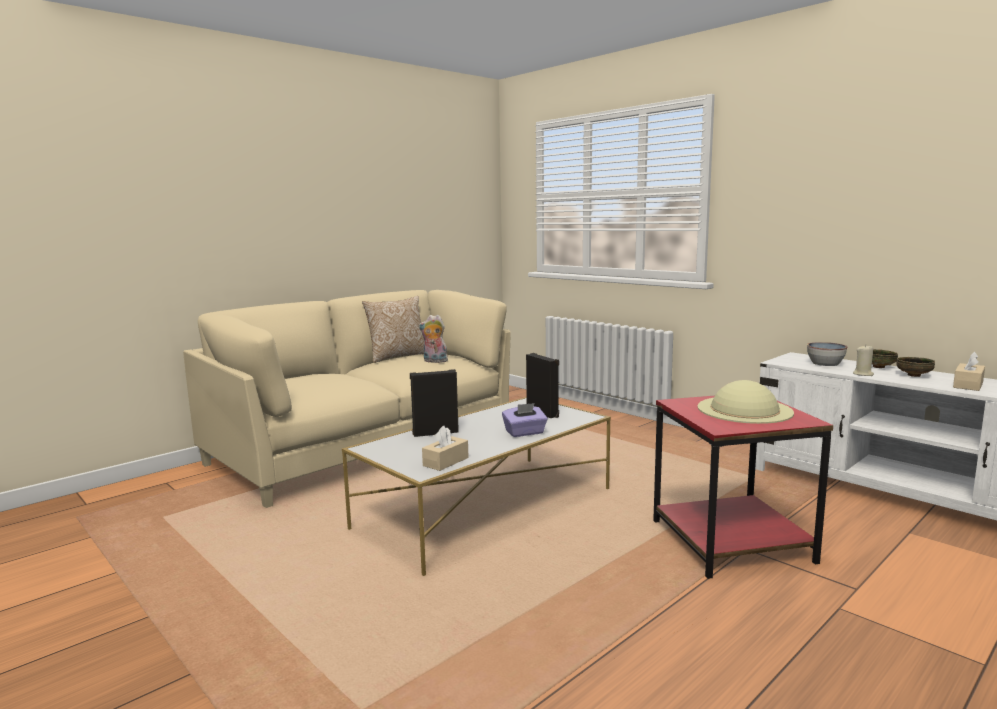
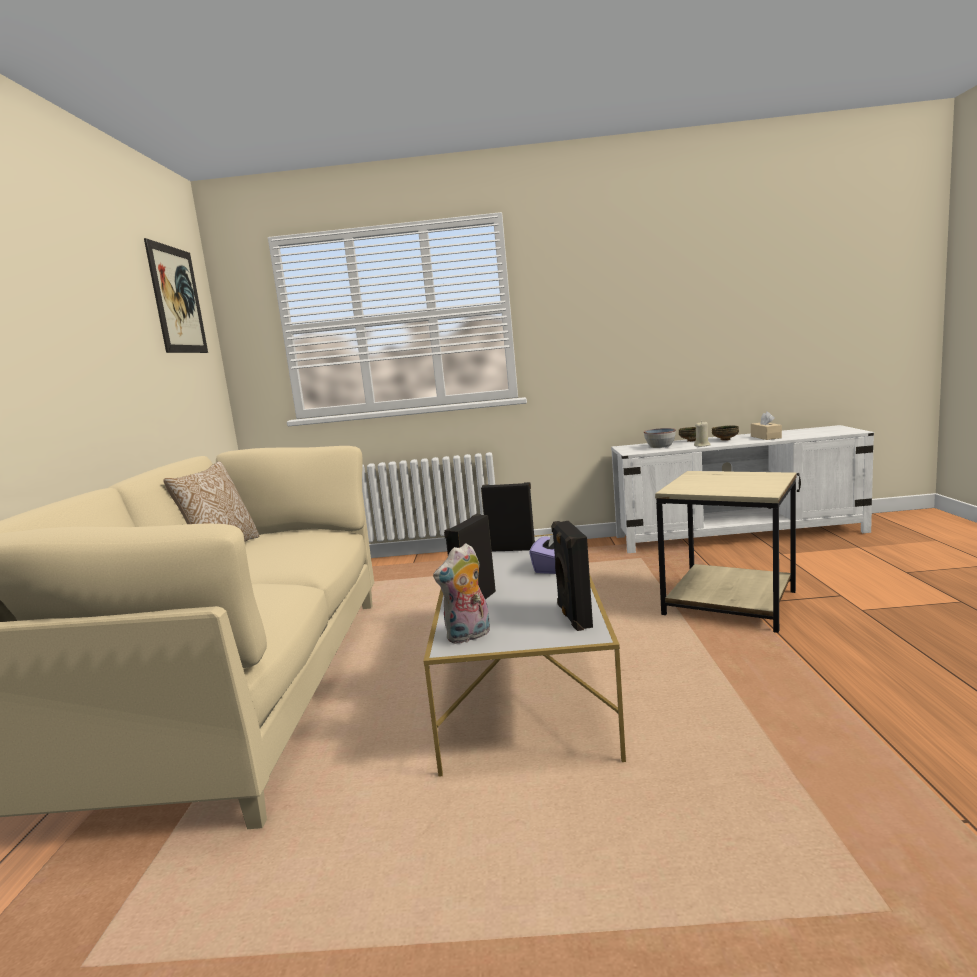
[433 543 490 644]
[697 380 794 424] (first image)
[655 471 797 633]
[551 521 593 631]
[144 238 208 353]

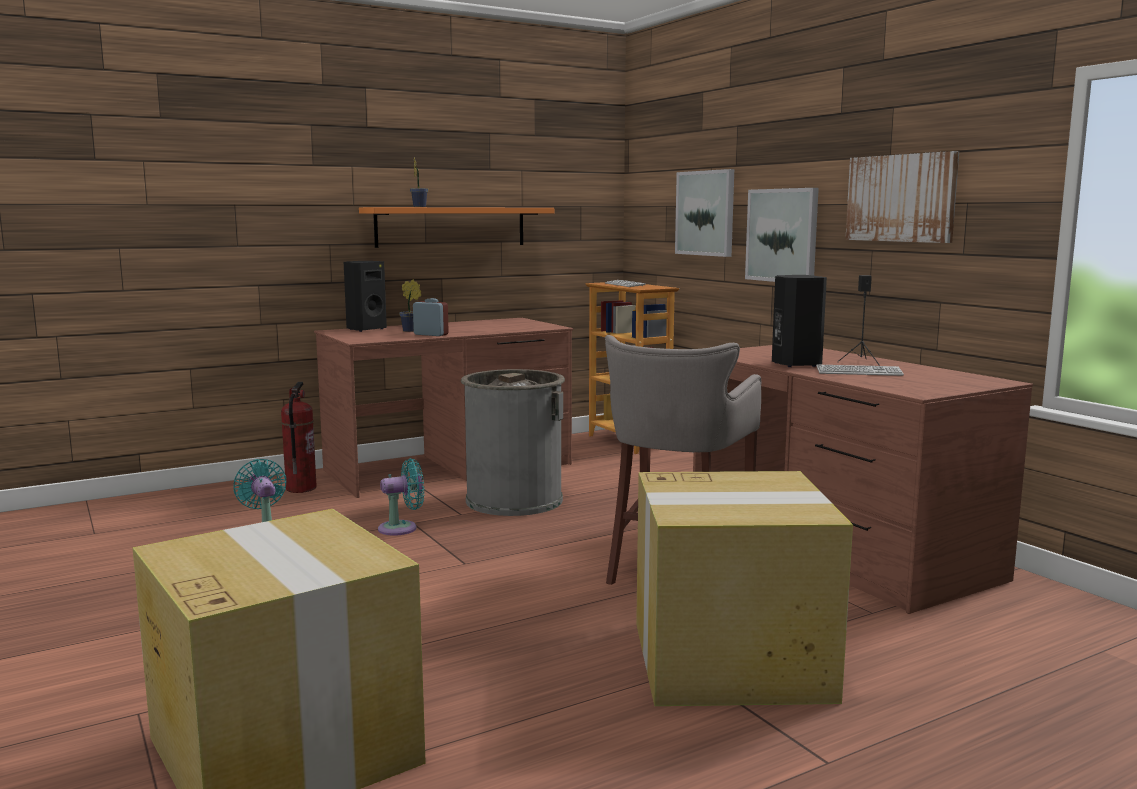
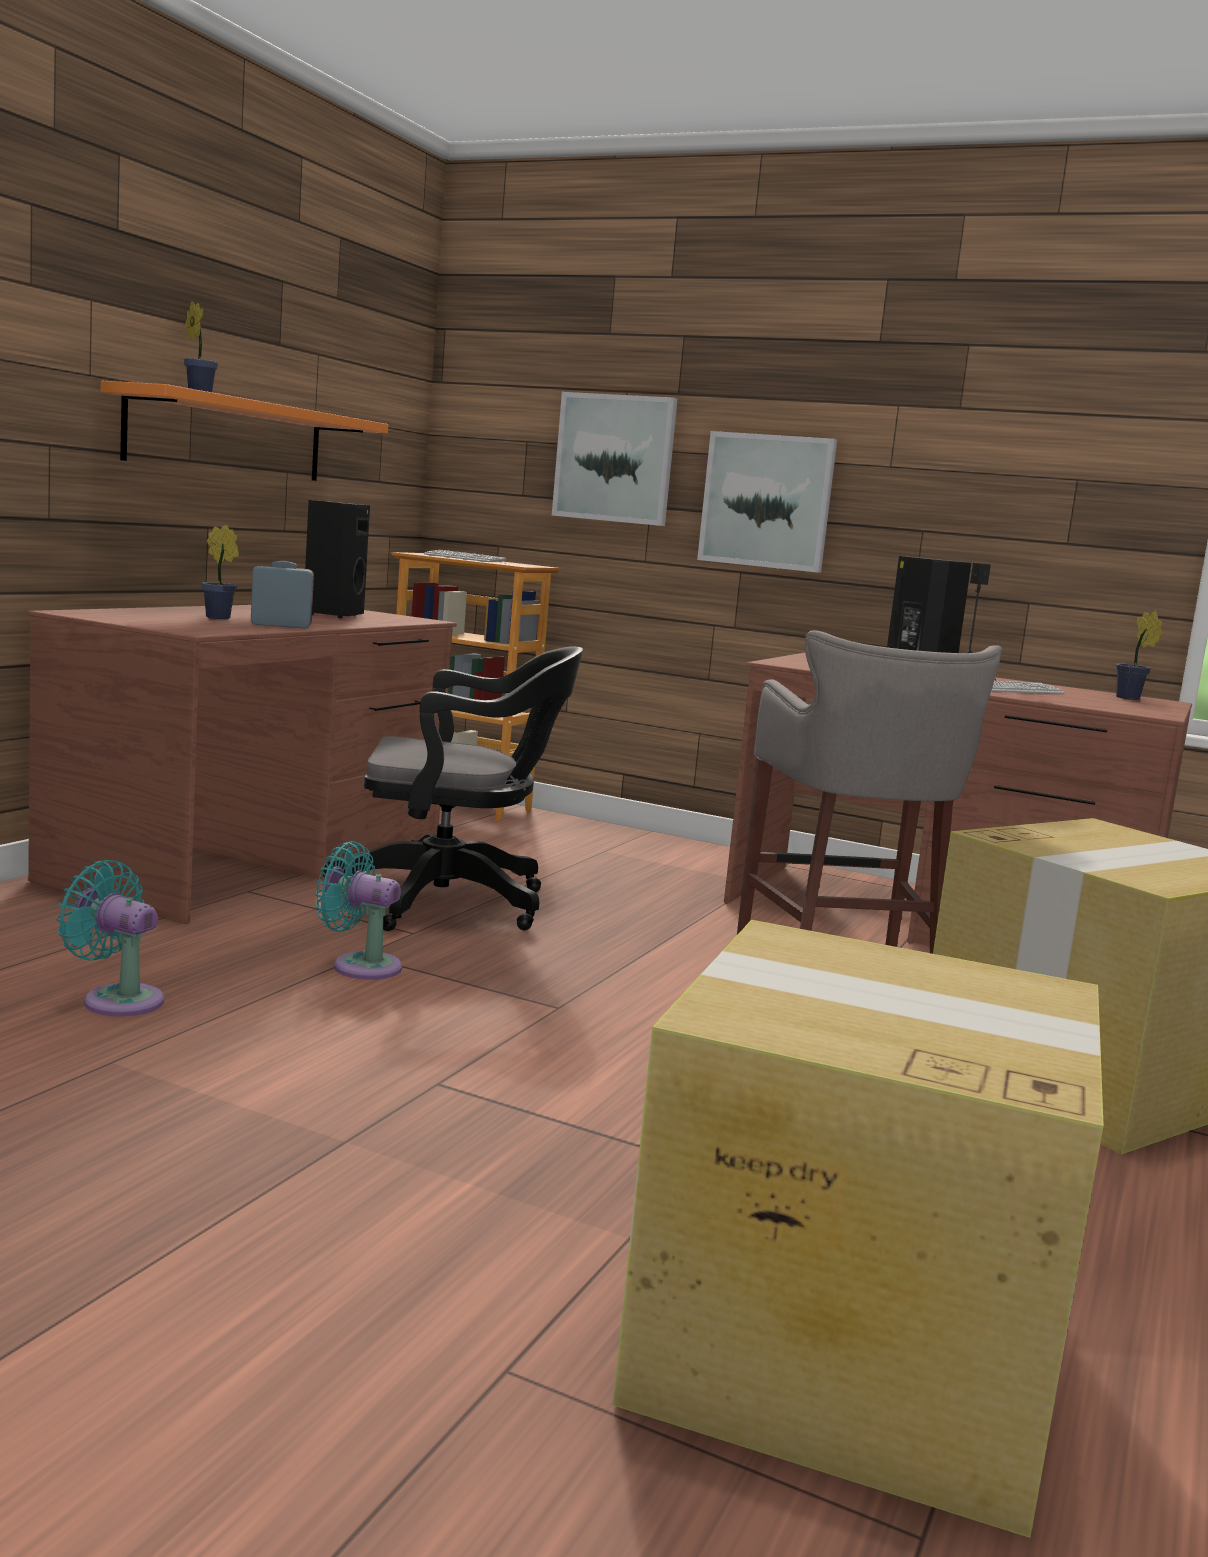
[845 151 959 243] (first image)
[305 500 370 618]
[323 646 583 931]
[281 382 317 493] (first image)
[316 841 402 980]
[1116 611 1162 700]

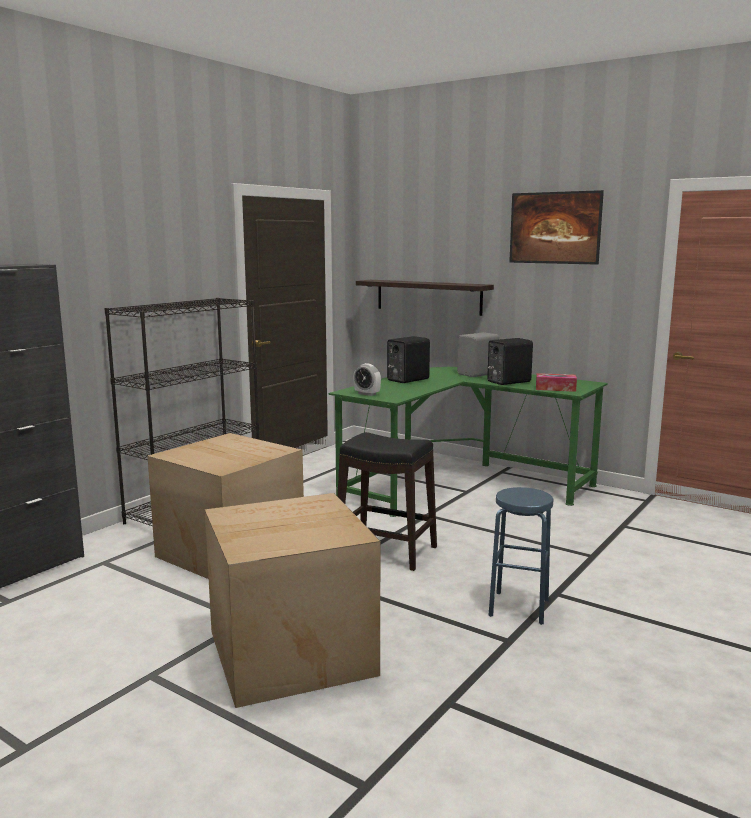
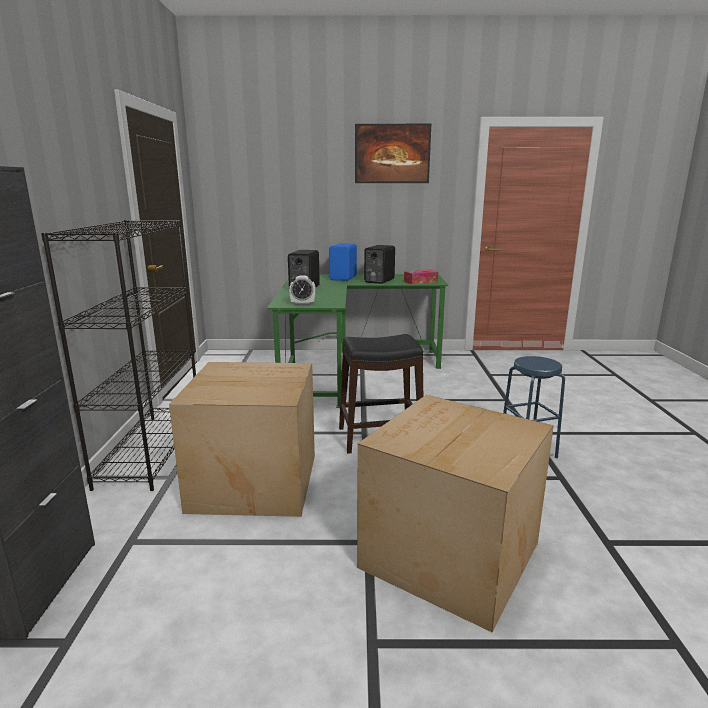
[356 280 494 316] (first image)
[329 243 357 281]

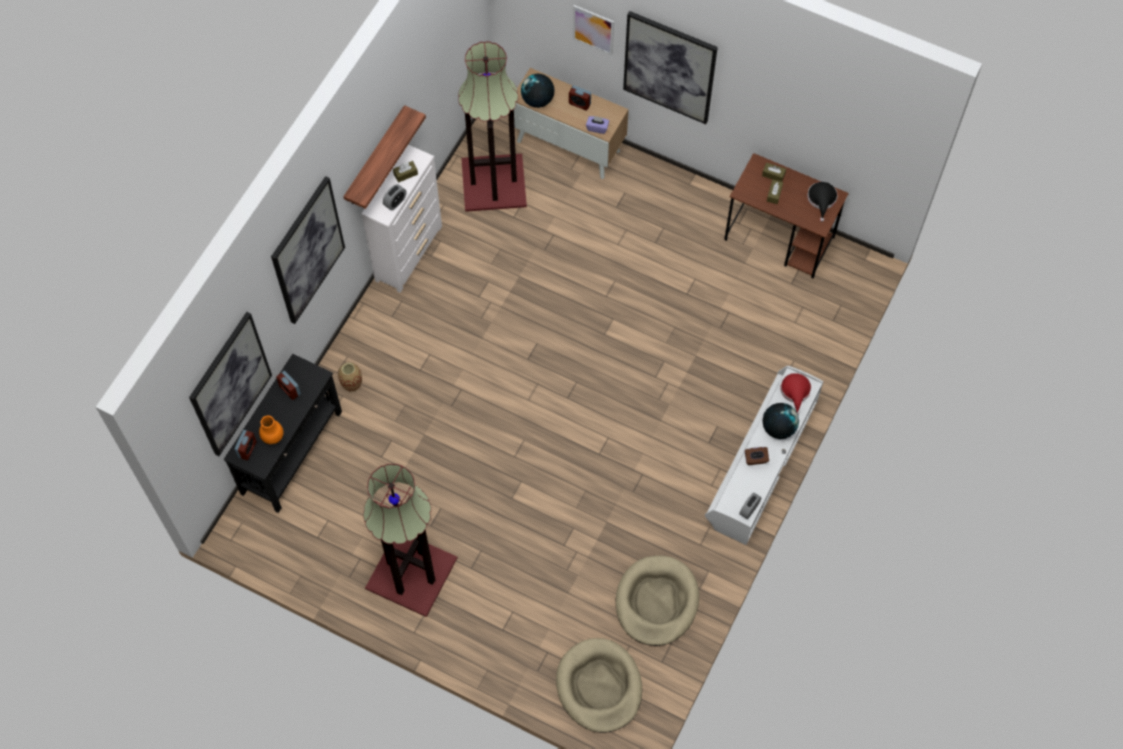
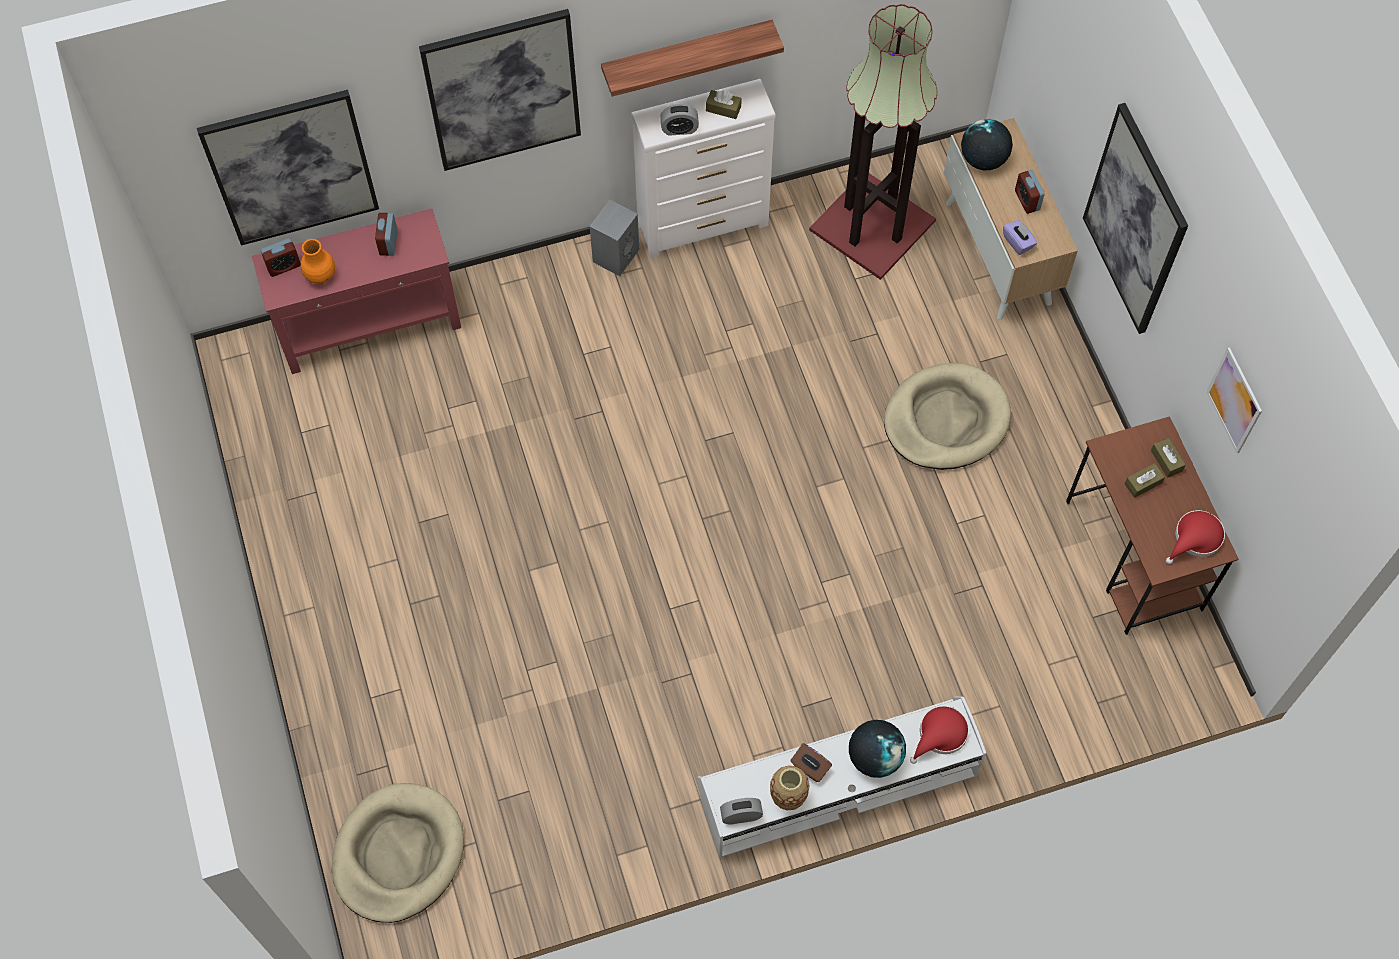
[1206 347 1262 453]
[1166 510 1225 564]
[252 209 461 374]
[770 766 810 810]
[363 464 457 617] (first image)
[884 363 1011 470]
[590 200 639 276]

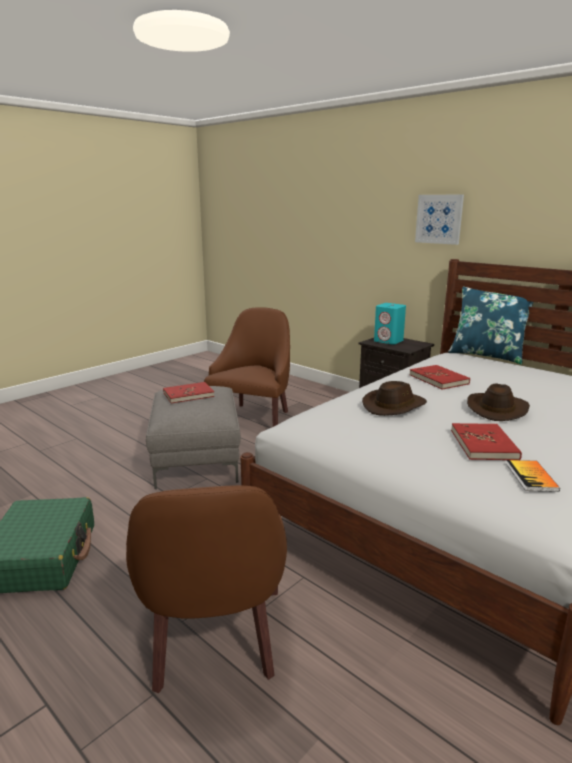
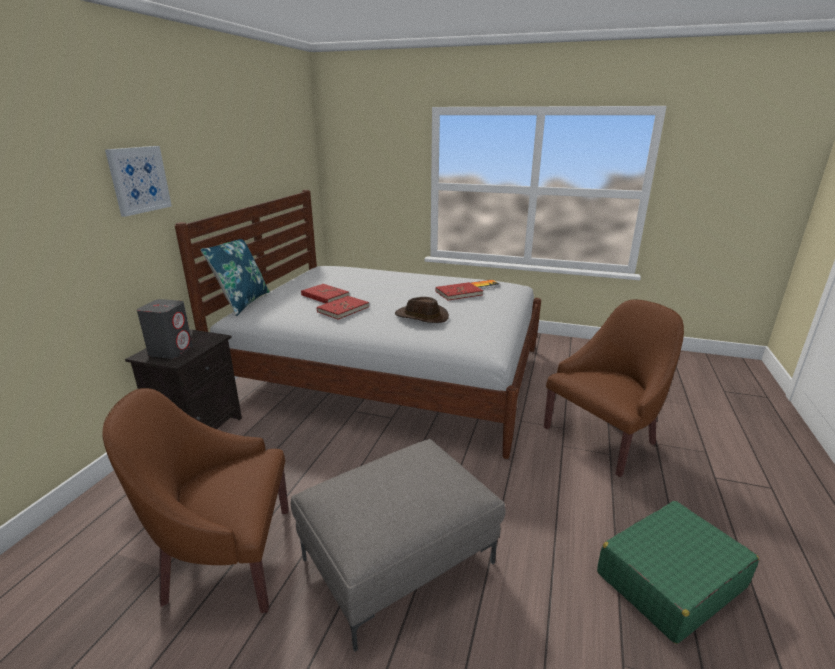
[137 299 193 359]
[301 284 349 304]
[467 383 530 421] (first image)

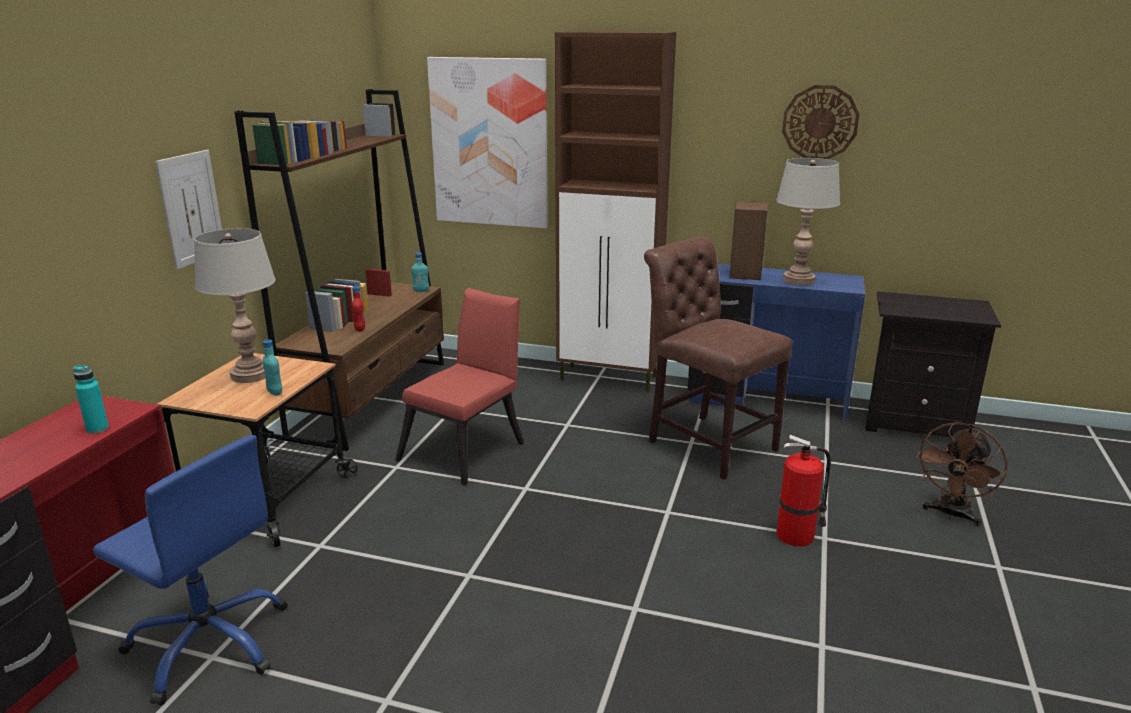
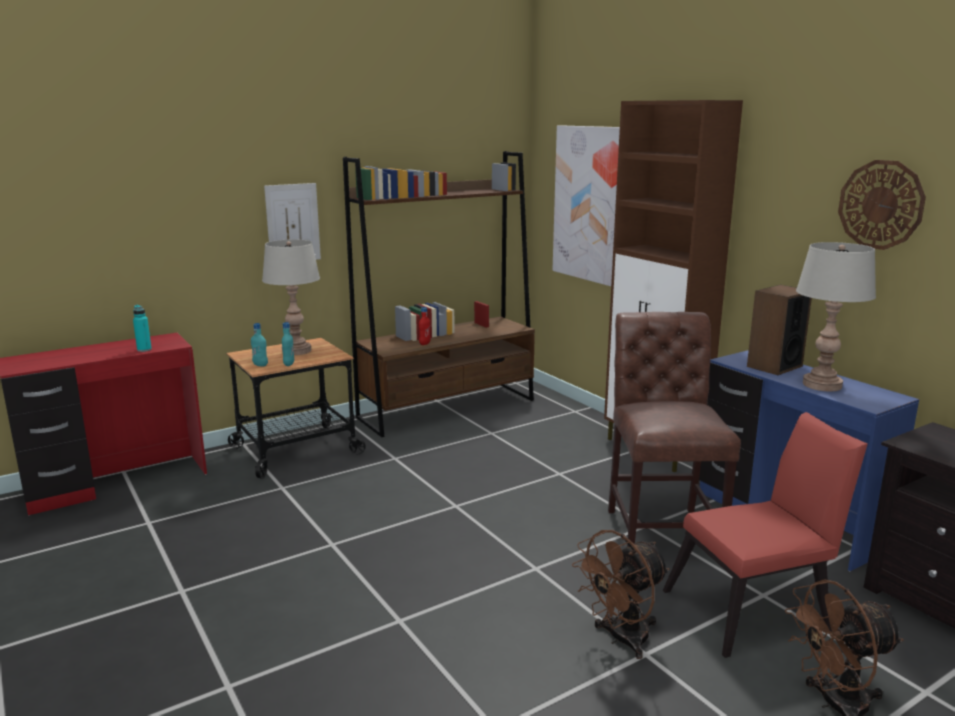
[251 323 268 367]
[663 412 868 658]
[93 435 288 705] (first image)
[572 530 669 659]

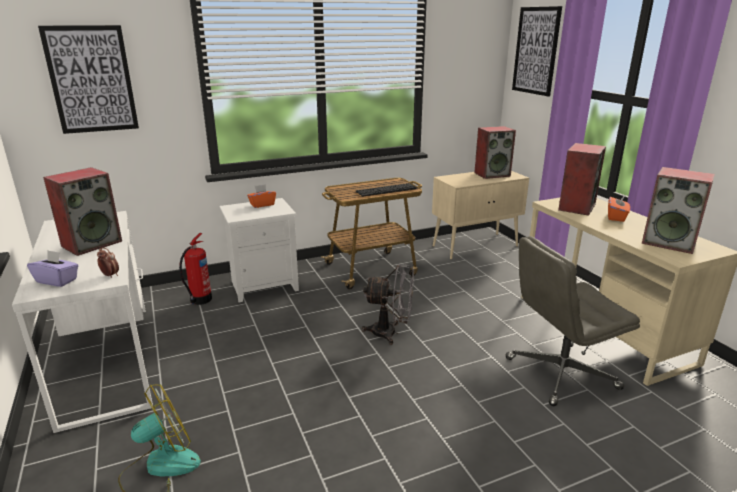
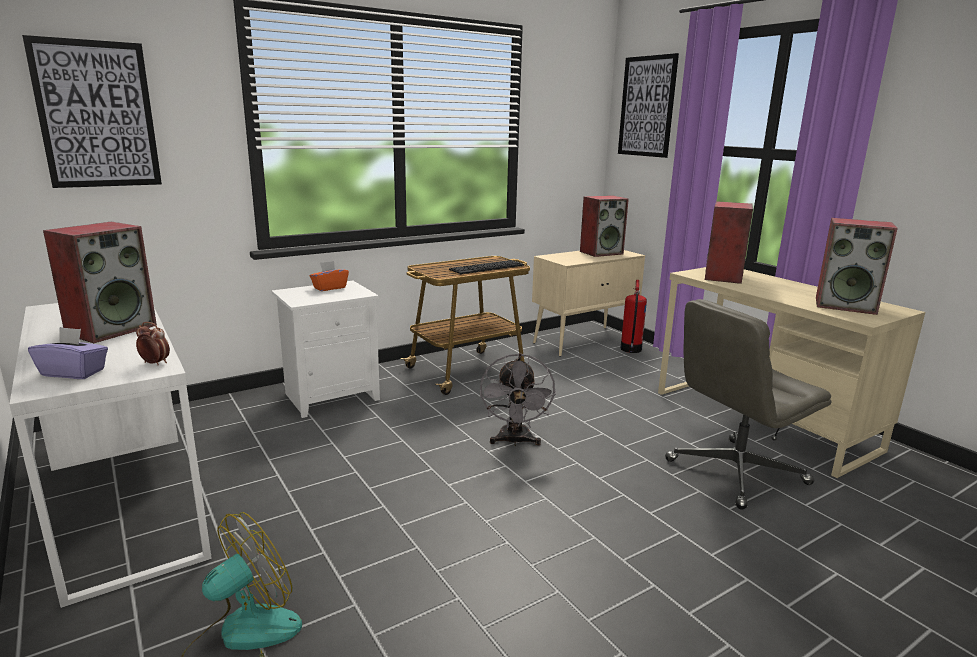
[608 194 630 222] (first image)
[620 280 647 353]
[480 353 556 446]

